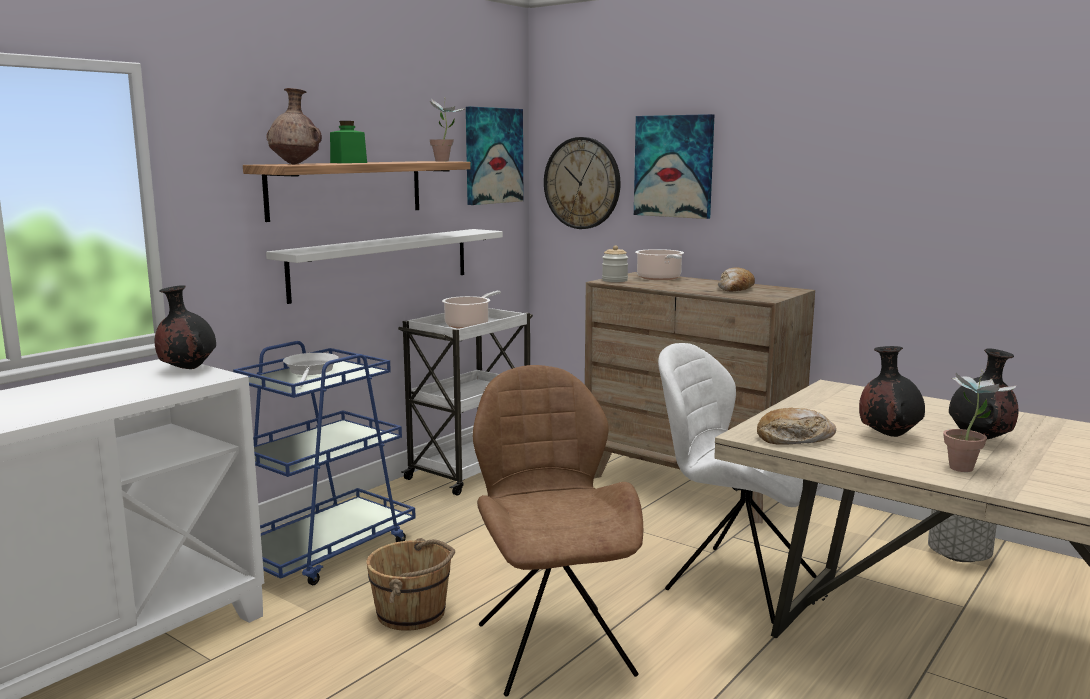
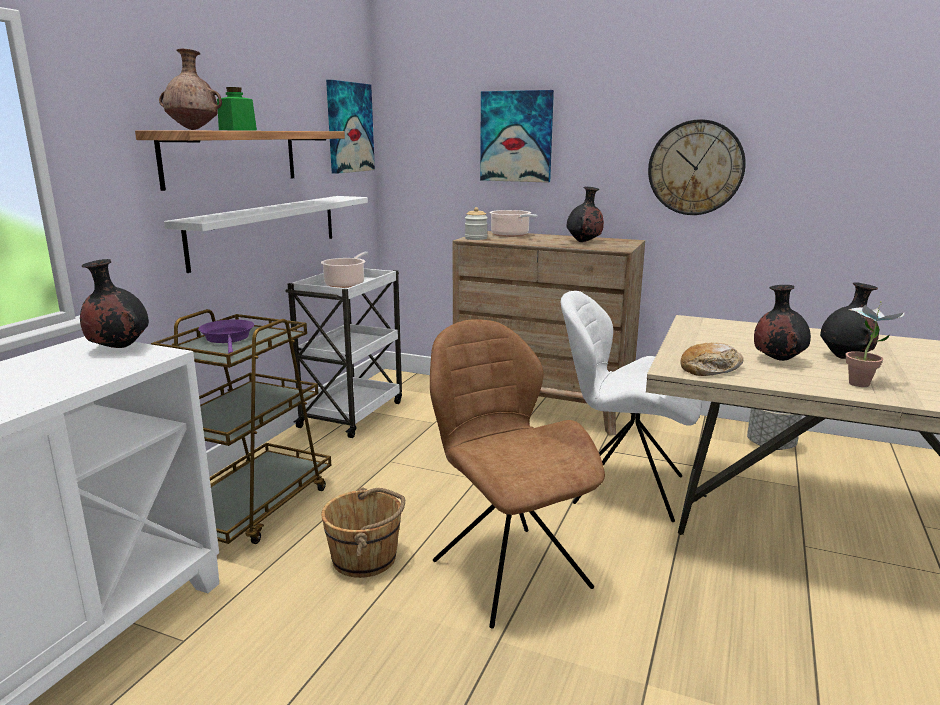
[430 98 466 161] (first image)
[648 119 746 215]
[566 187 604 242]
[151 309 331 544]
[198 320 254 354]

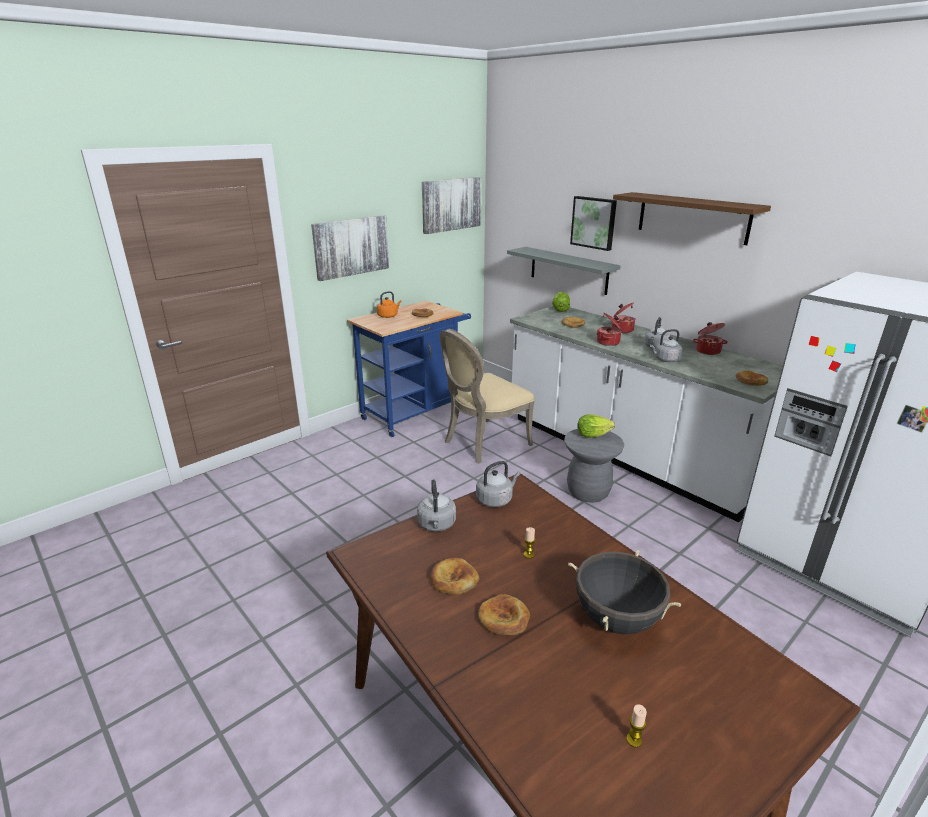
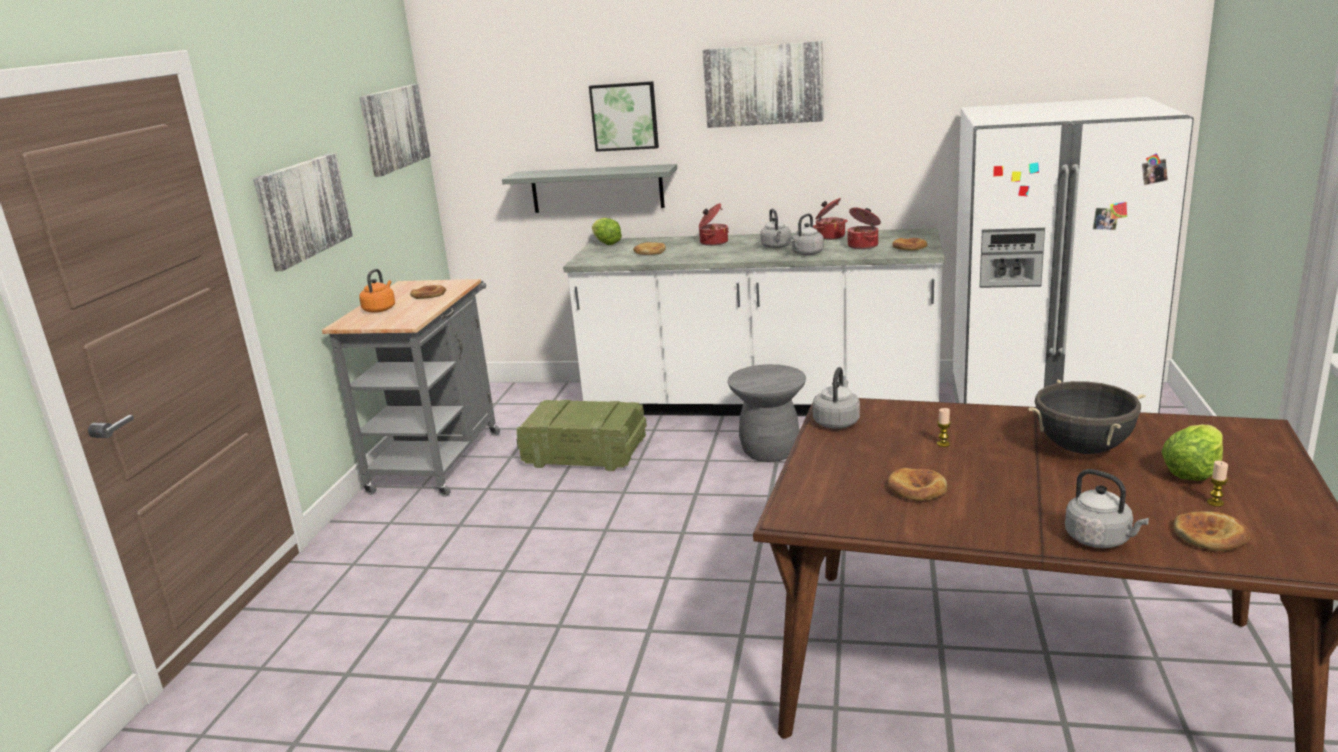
[702 41 824 128]
[322 279 500 497]
[848 208 881 249]
[516 400 647 471]
[1162 425 1223 481]
[1065 469 1149 548]
[1173 512 1250 551]

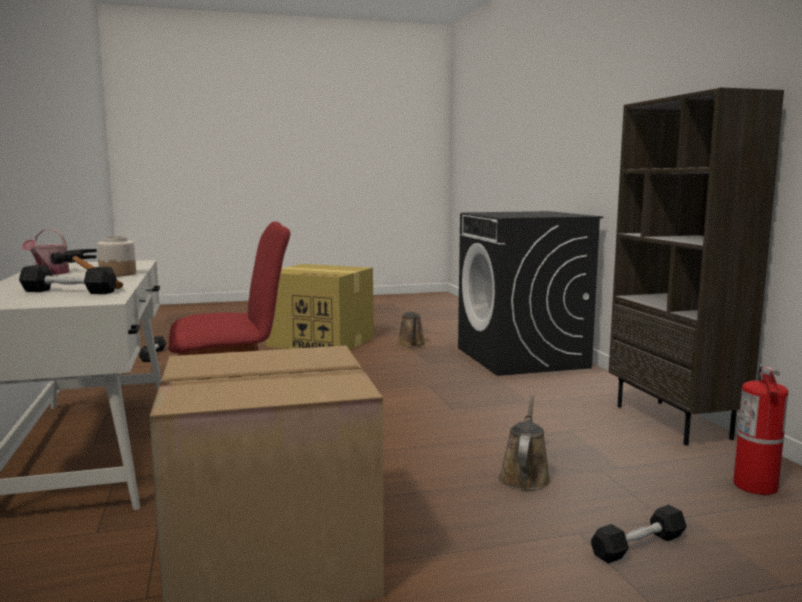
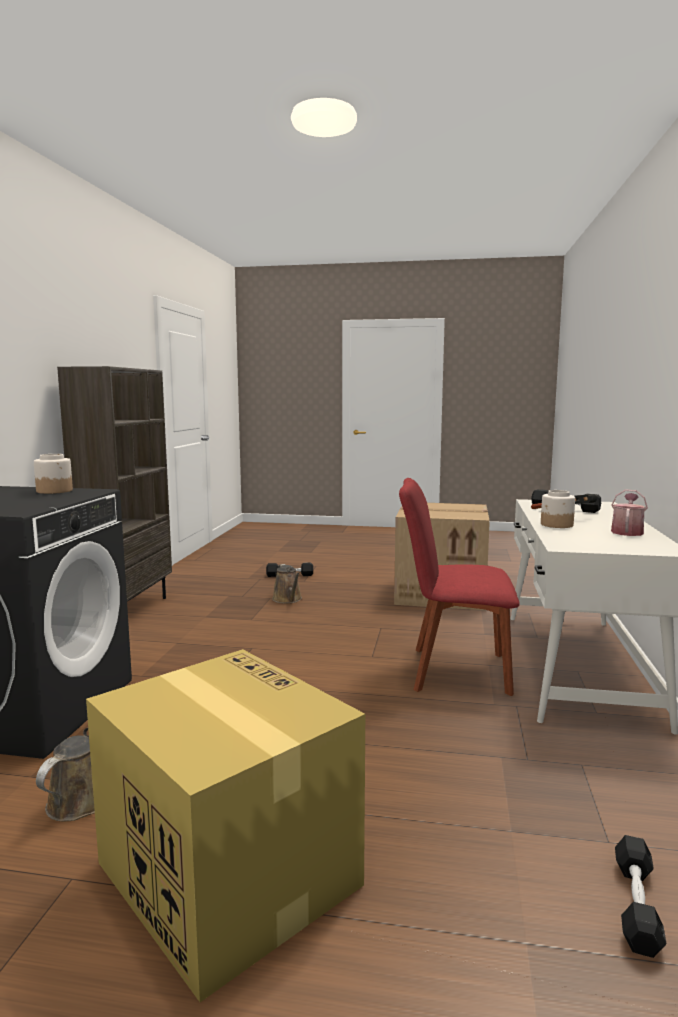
[733 366 789 495] (first image)
[272 564 302 604]
[34 454 73 494]

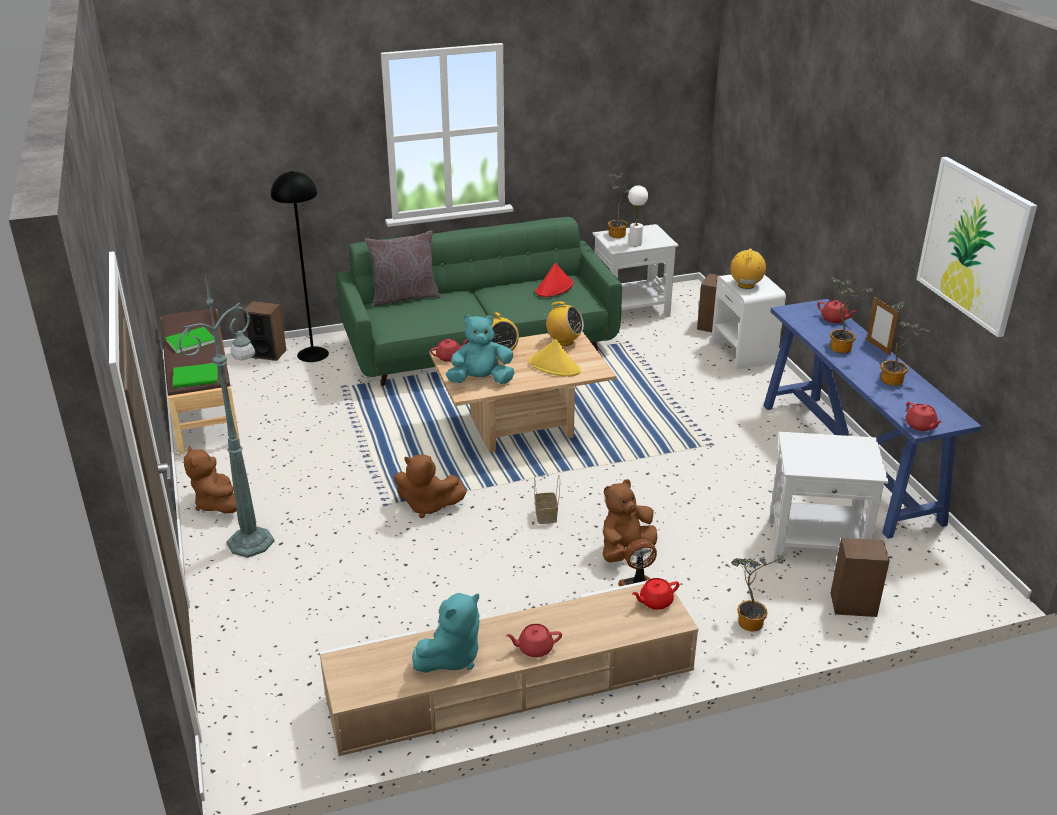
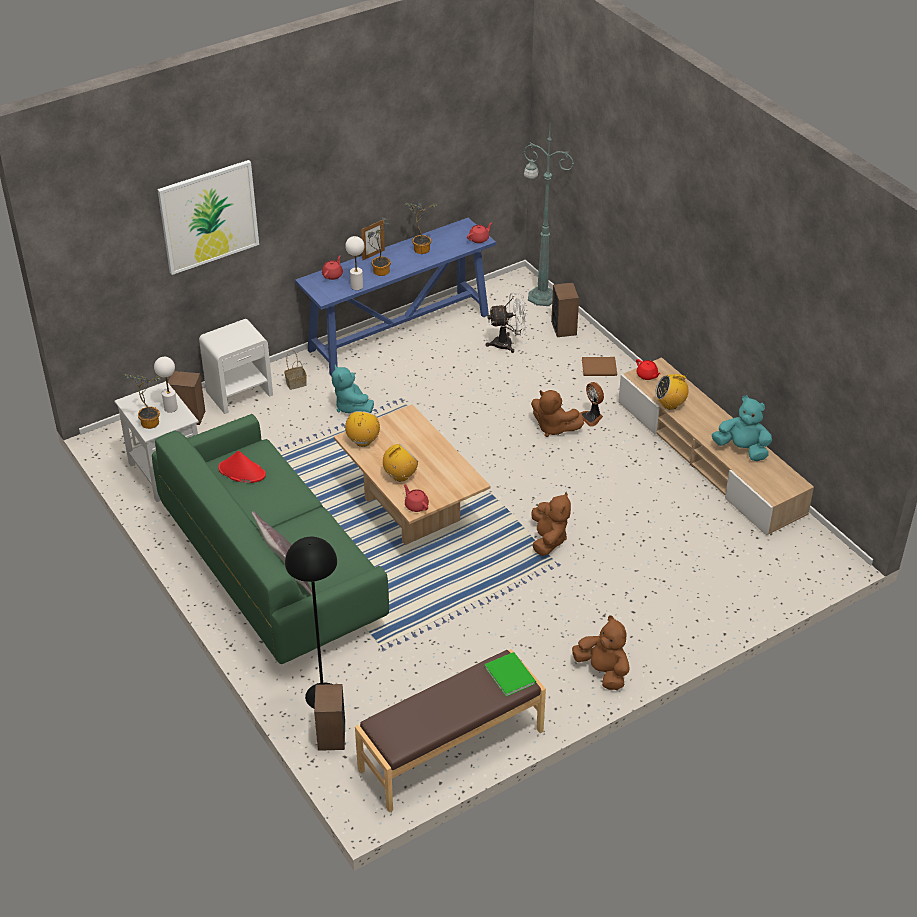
[157 160 259 275]
[655 374 688 410]
[523 128 574 306]
[332 364 374 413]
[165 327 215 354] (first image)
[528 339 581 377] (first image)
[486 293 527 353]
[572 615 630 690]
[284 350 307 390]
[582 357 617 376]
[506 624 562 657] (first image)
[345 236 364 290]

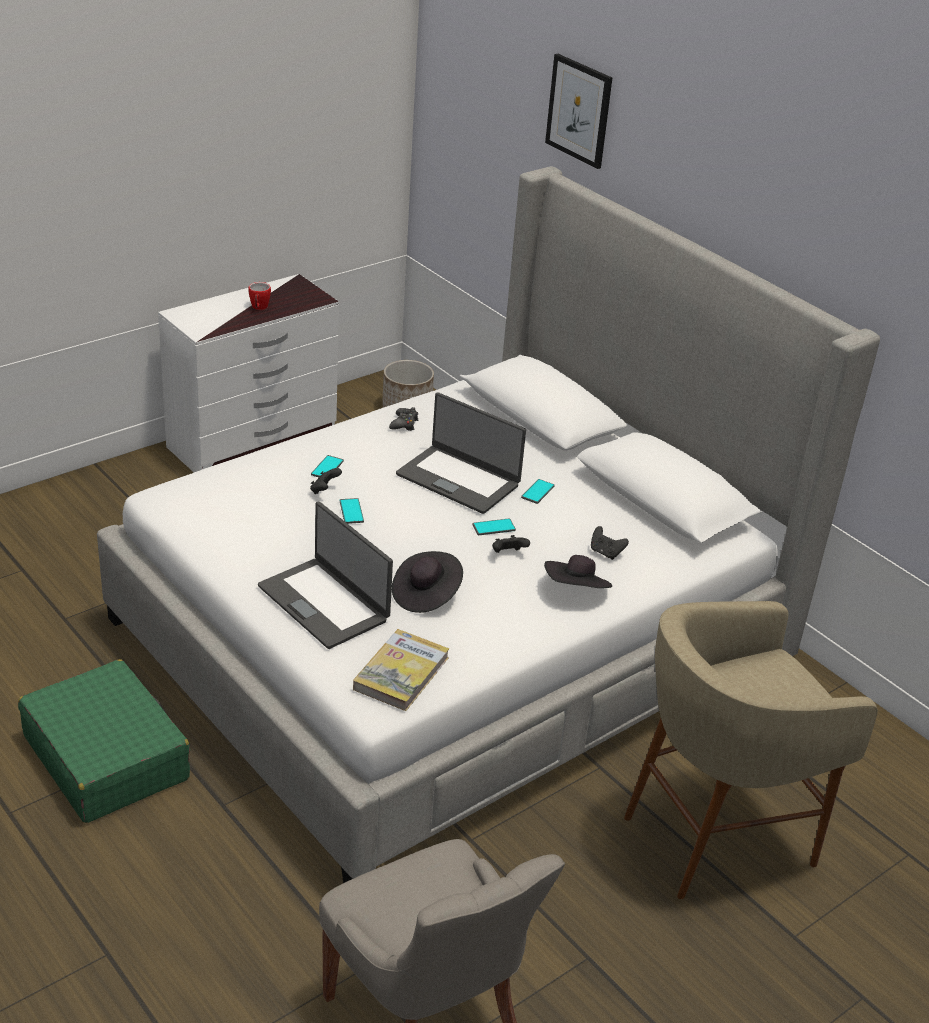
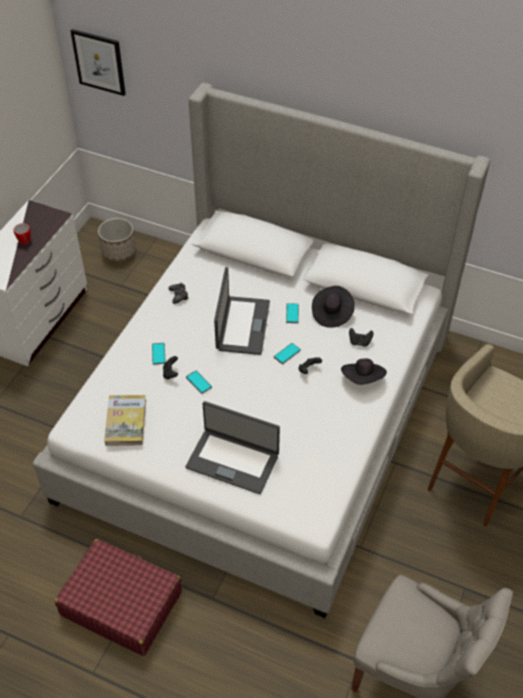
[70 29 126 96]
[214 267 270 355]
[312 286 355 328]
[104 395 146 446]
[55 539 182 656]

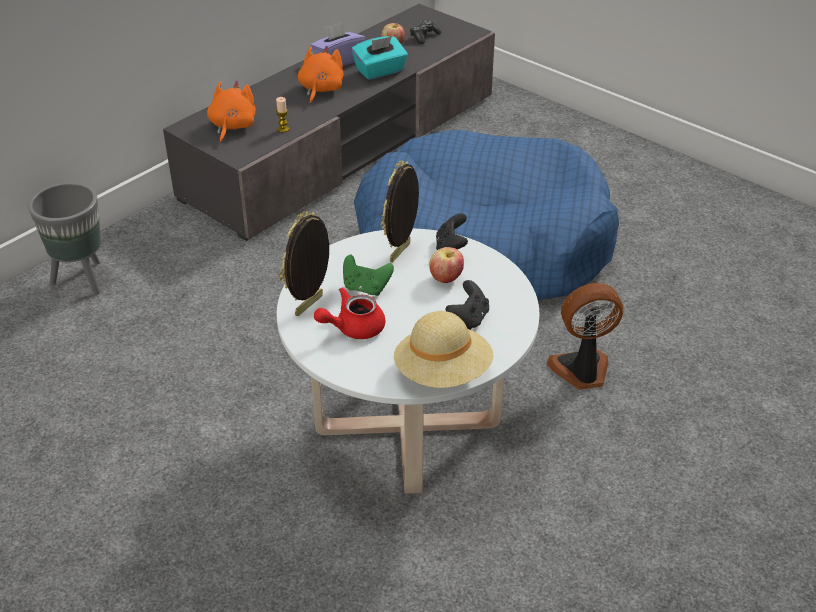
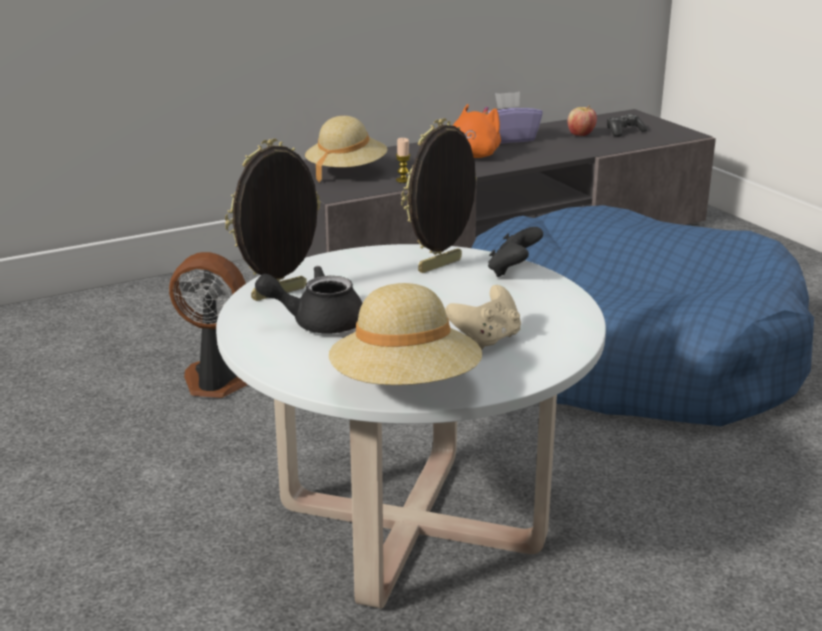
[352 36 408 80] (first image)
[305 116 388 182]
[28 183 101 295] (first image)
[429 247 464 283] (first image)
[343 255 394 296] (first image)
[445 285 521 350]
[169 252 248 398]
[255 266 362 333]

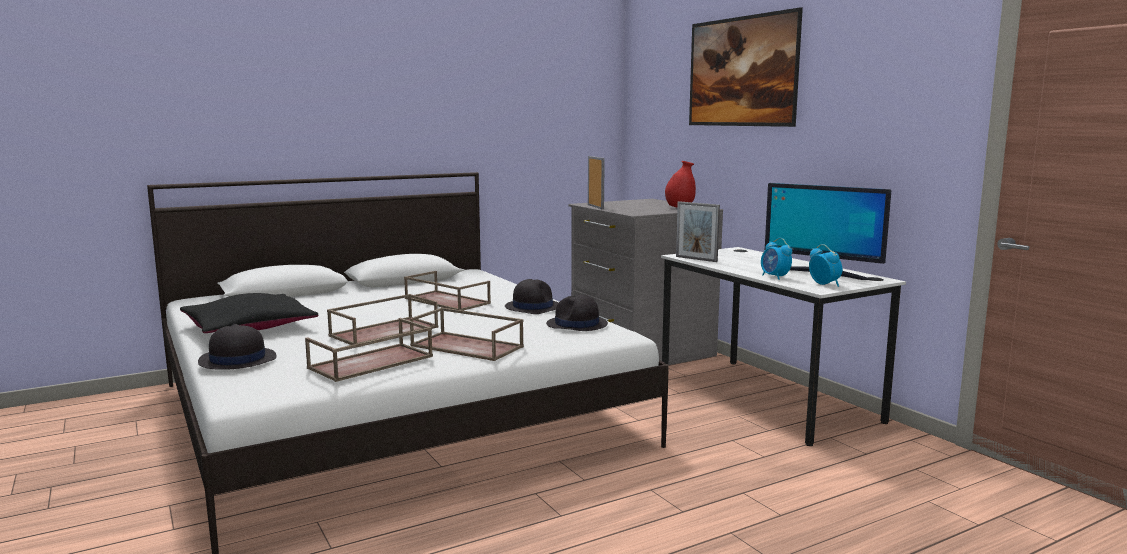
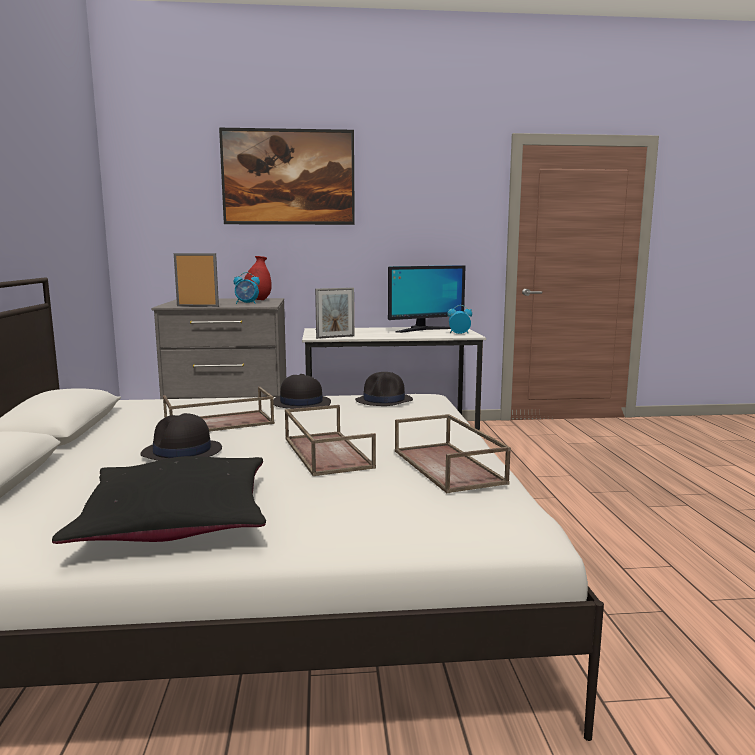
[234 272 260 304]
[410 308 524 361] (first image)
[141 413 222 461]

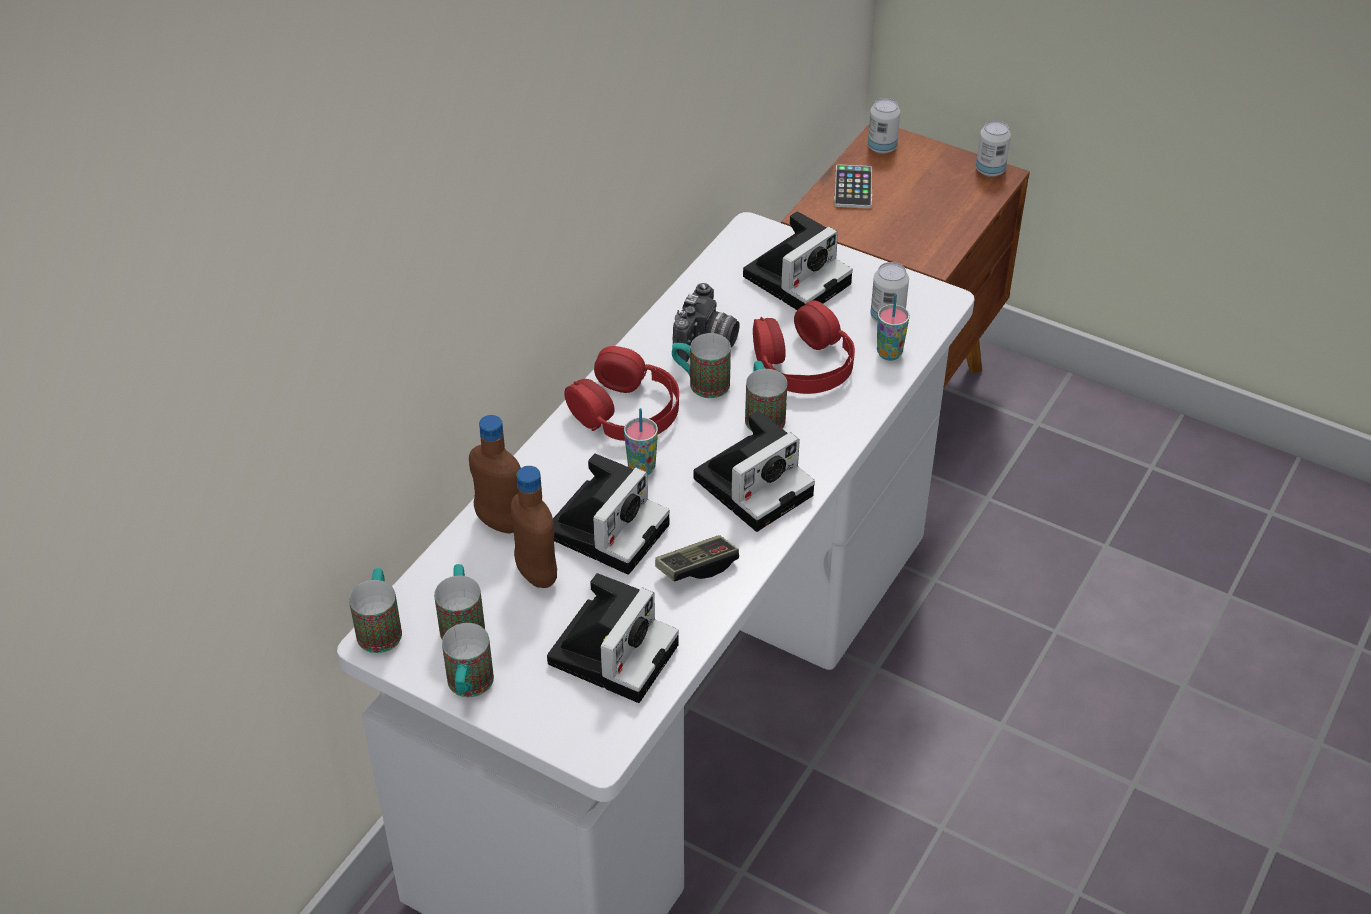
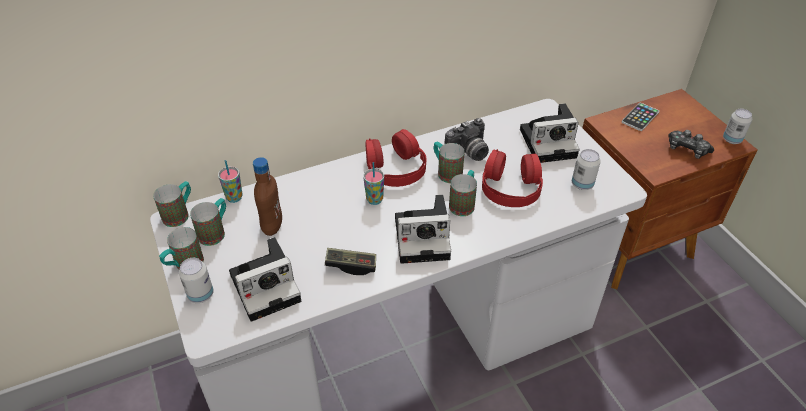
[179 258 214 303]
[218 160 242 203]
[469 415 521 534] (first image)
[553 453 670 575] (first image)
[668 130 714 159]

